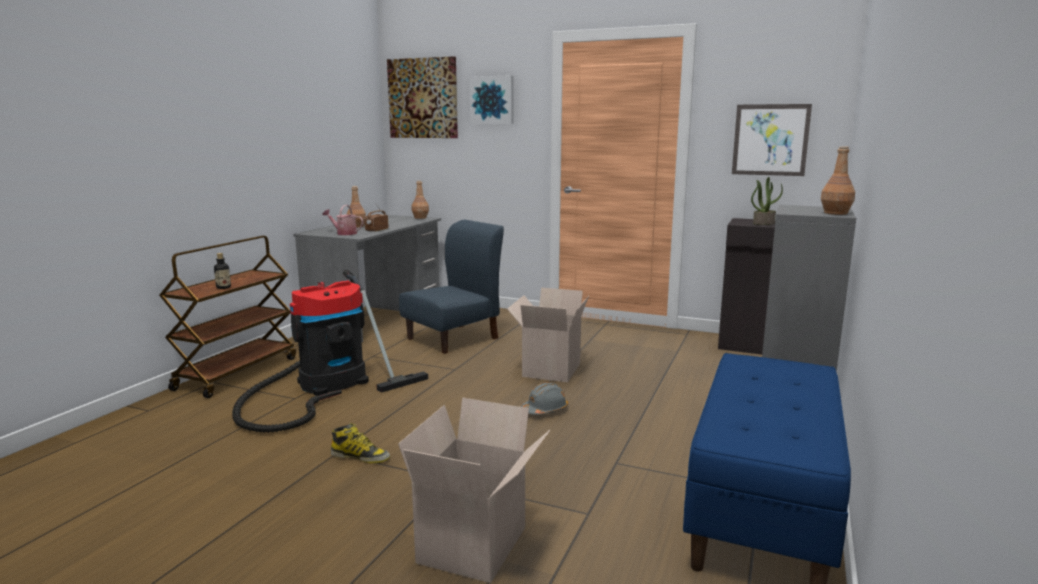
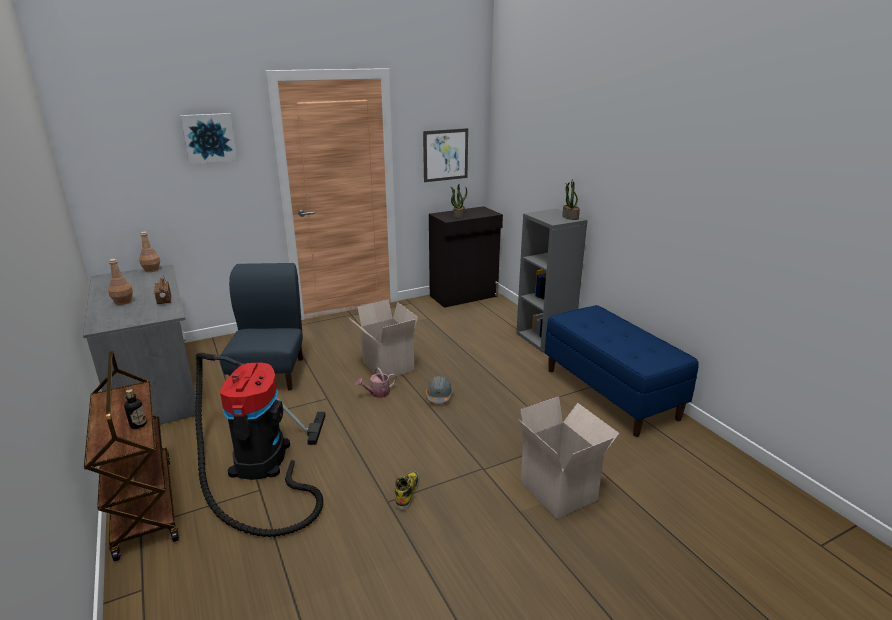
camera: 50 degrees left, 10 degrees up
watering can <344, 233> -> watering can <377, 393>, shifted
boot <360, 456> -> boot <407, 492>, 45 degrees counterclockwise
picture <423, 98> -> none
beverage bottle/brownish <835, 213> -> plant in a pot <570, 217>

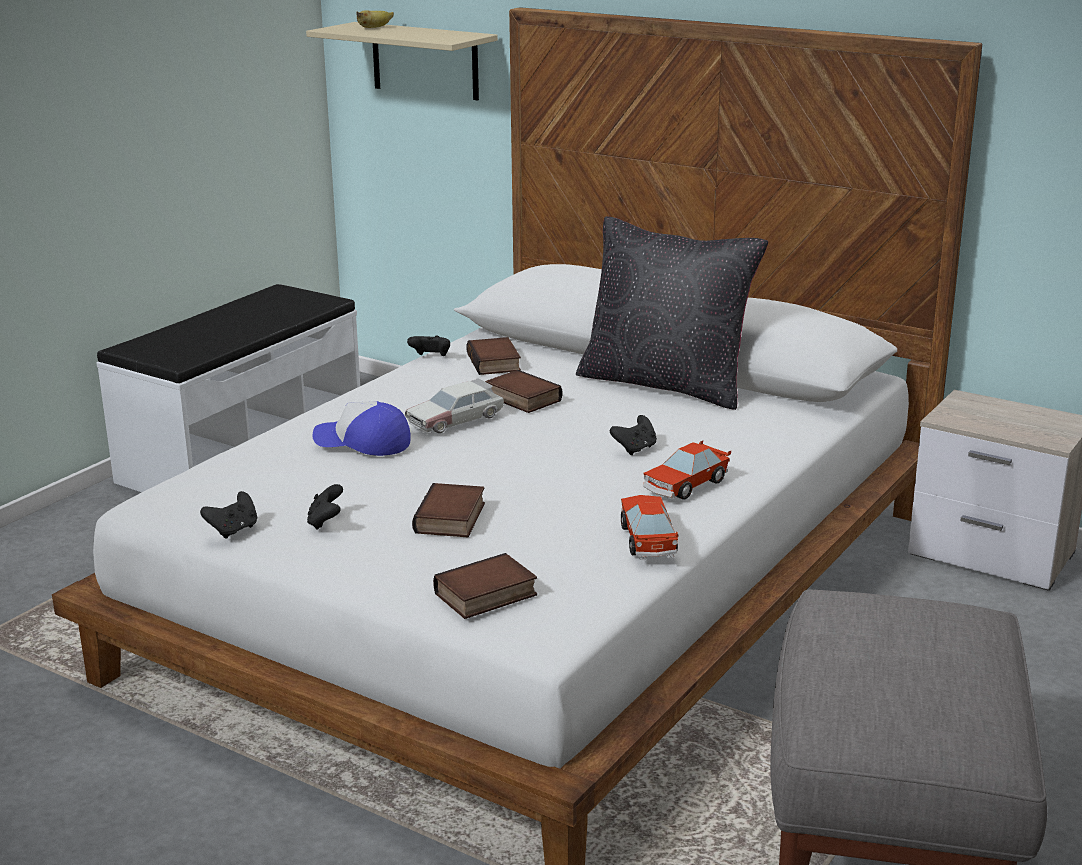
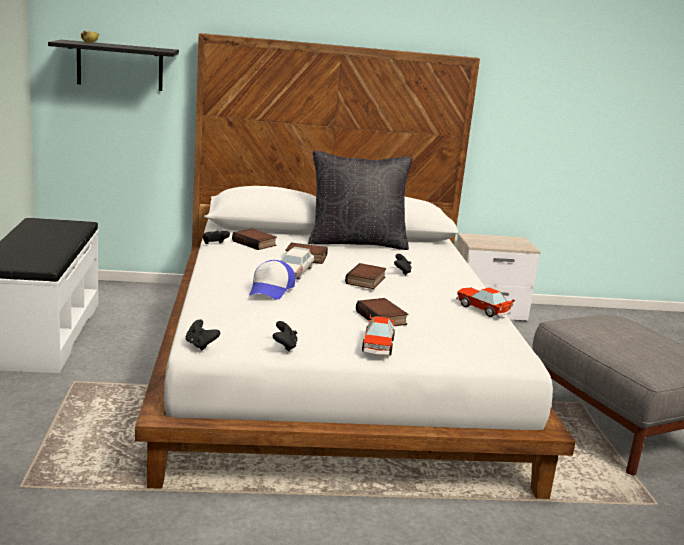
camera: 40 degrees left, 5 degrees down
bracket shelf/beige <425, 61> -> bracket shelf/black <120, 66>
joypad/black <326, 522> -> joypad/black <200, 345>, shifted
peaked cap <363, 442> -> peaked cap <271, 289>, 60 degrees counterclockwise
book <486, 596> -> book <366, 281>, shifted
miniature car <685, 485> -> miniature car <378, 346>, shifted

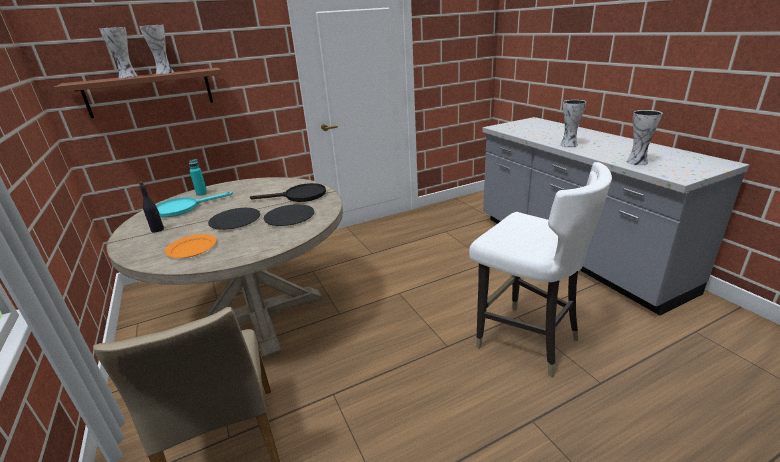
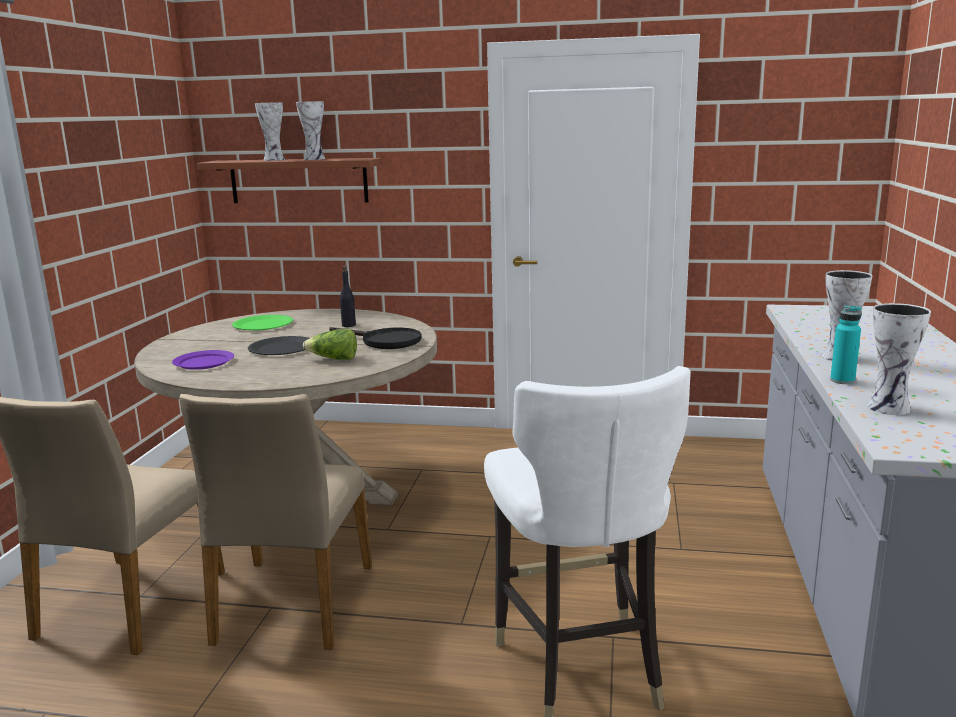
camera: 35 degrees right, 10 degrees down
beverage bottle/black <157, 229> -> beverage bottle/black <349, 325>, shifted
skillet/turquoise <183, 208> -> dinner plate/green-coloured <262, 325>
dinner plate/orangey <191, 248> -> dinner plate/purple-coloured <203, 362>
beverage bottle/turquoise <202, 194> -> beverage bottle/turquoise <842, 381>, shifted
dinner plate/black <289, 216> -> lettuce <333, 359>
none -> chair/beige <292, 603>

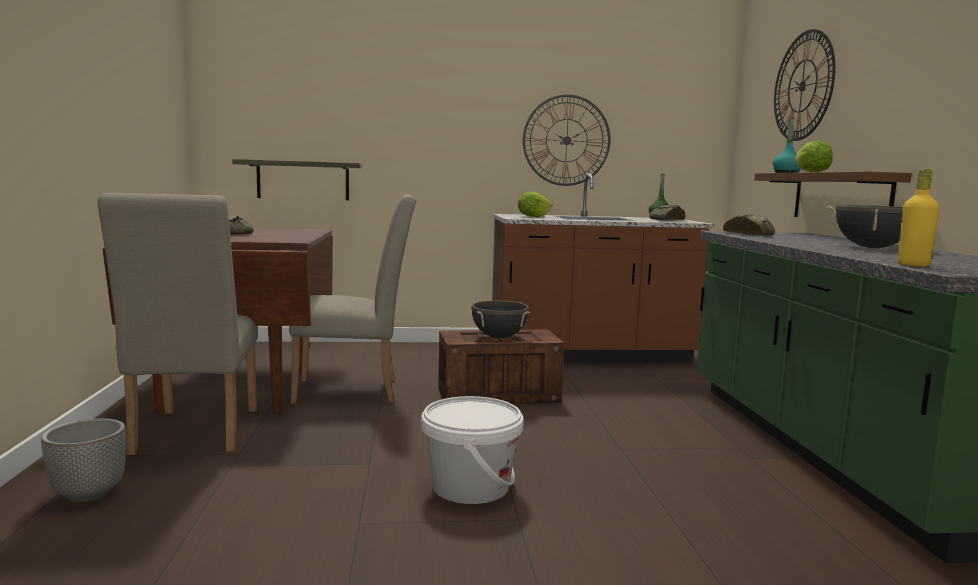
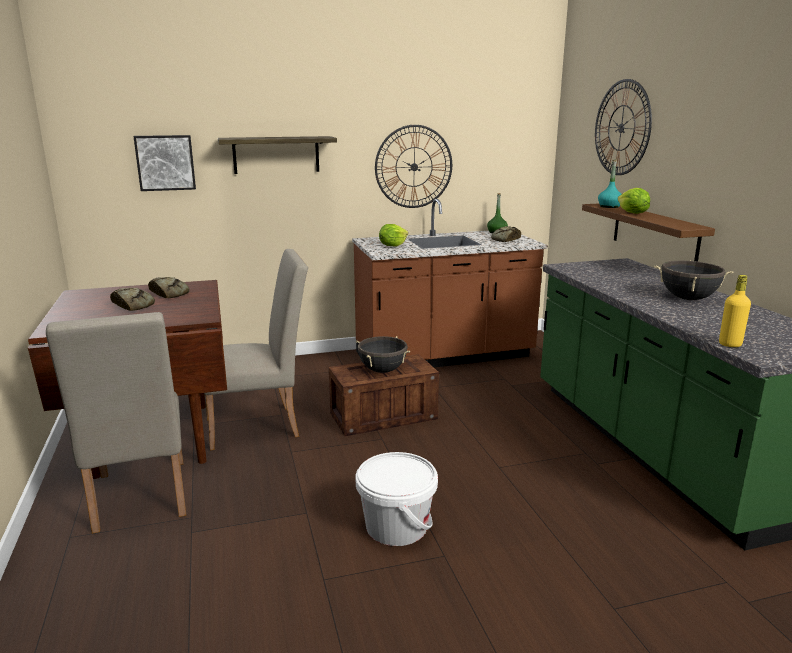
camera: 10 degrees left, 10 degrees up
planter <89, 494> -> none
bracket shelf <303, 180> -> bracket shelf <276, 154>, shifted
baked bread <750, 234> -> baked bread <169, 293>, shifted
none -> picture <165, 162>

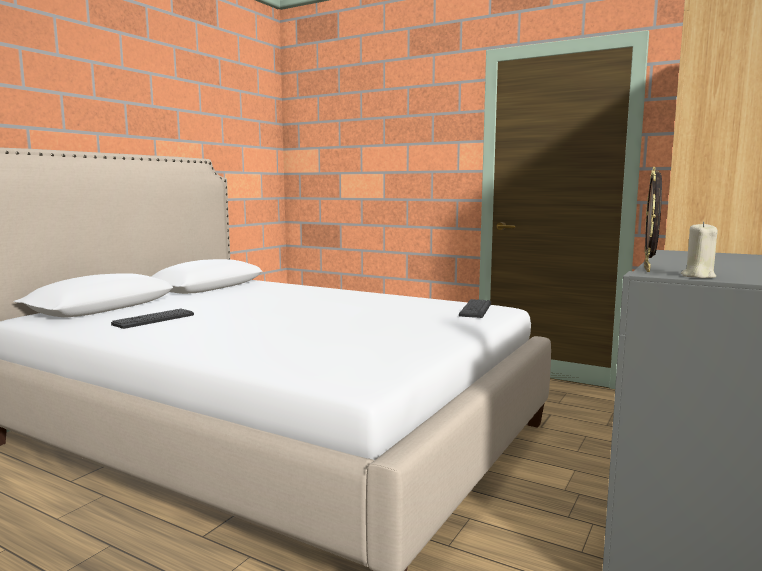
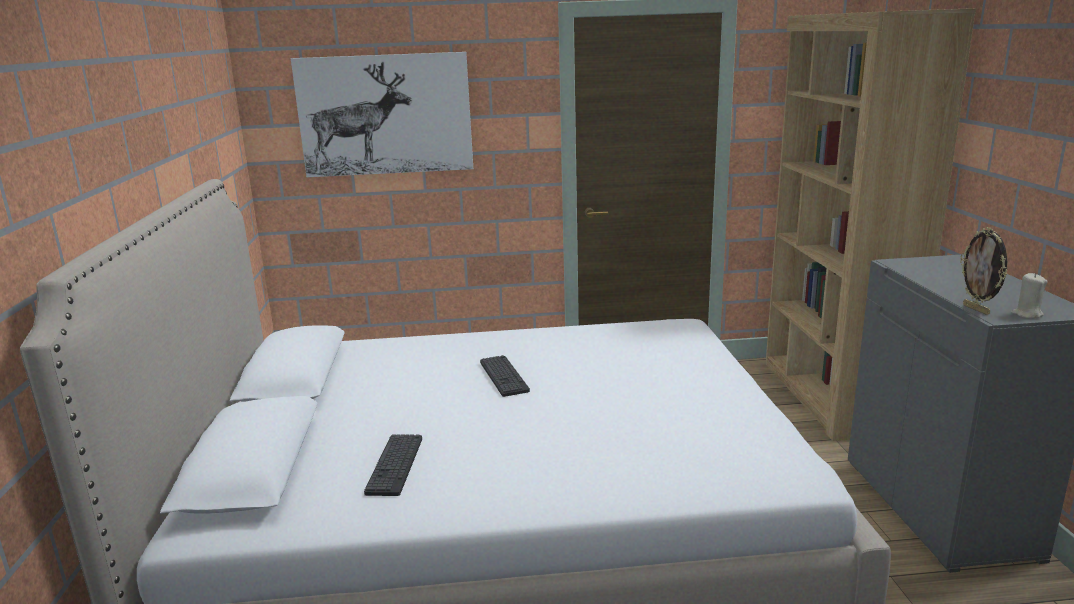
camera: 35 degrees left, 10 degrees up
computer keyboard <475, 309> -> computer keyboard <503, 376>, shifted
none -> picture <385, 115>

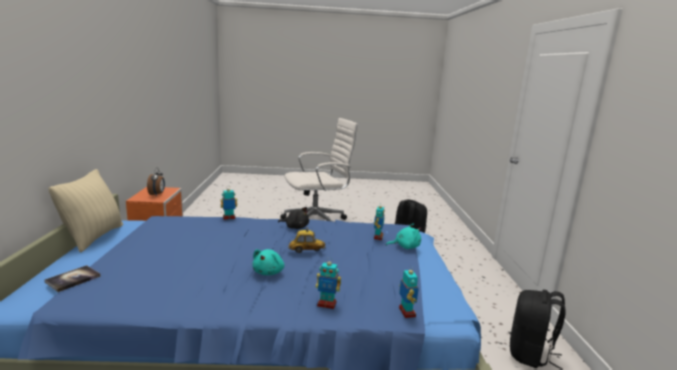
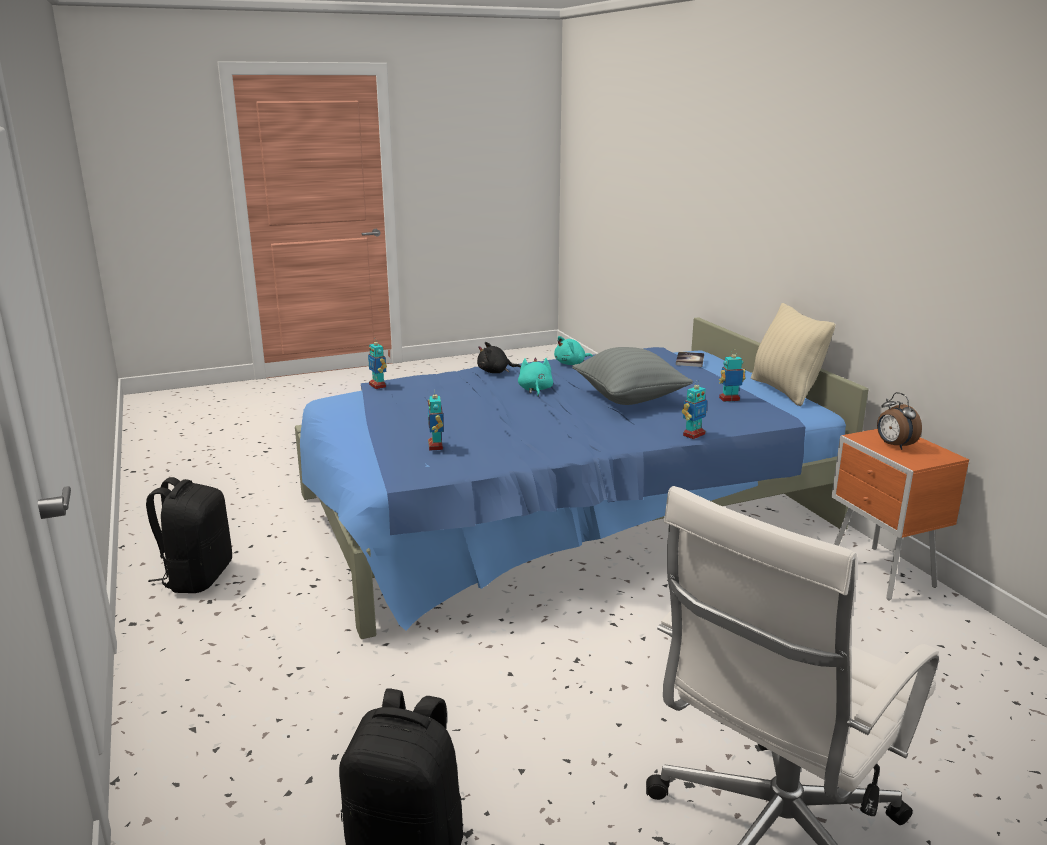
camera: 160 degrees right, 5 degrees up
cuddly toy/black <295, 227> -> cuddly toy/black <495, 372>, shifted
miniature car <306, 250> -> none
robot figure <327, 304> -> robot figure <729, 399>, shifted
cuddly toy/turquoise <405, 247> -> cuddly toy/turquoise <571, 364>, shifted
none -> throw pillow/grey <629, 398>

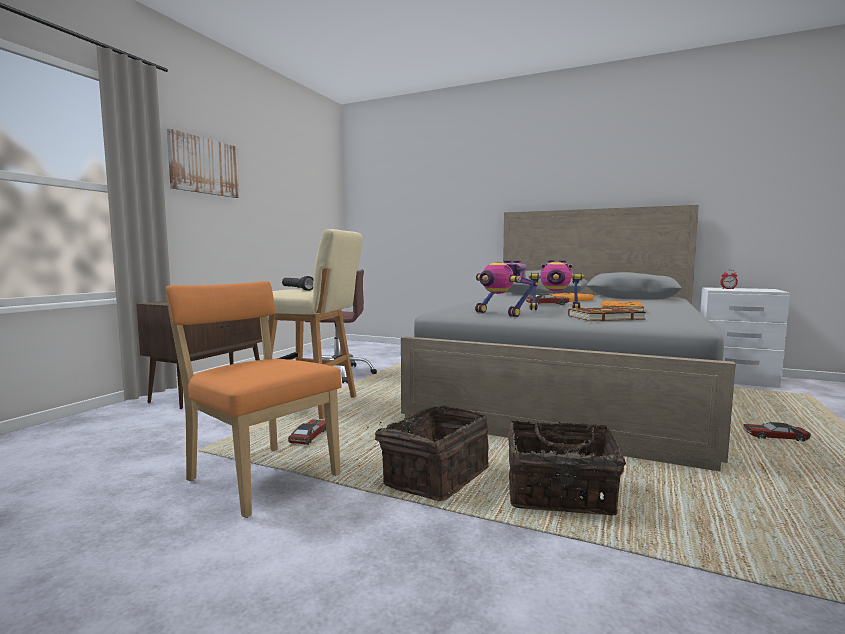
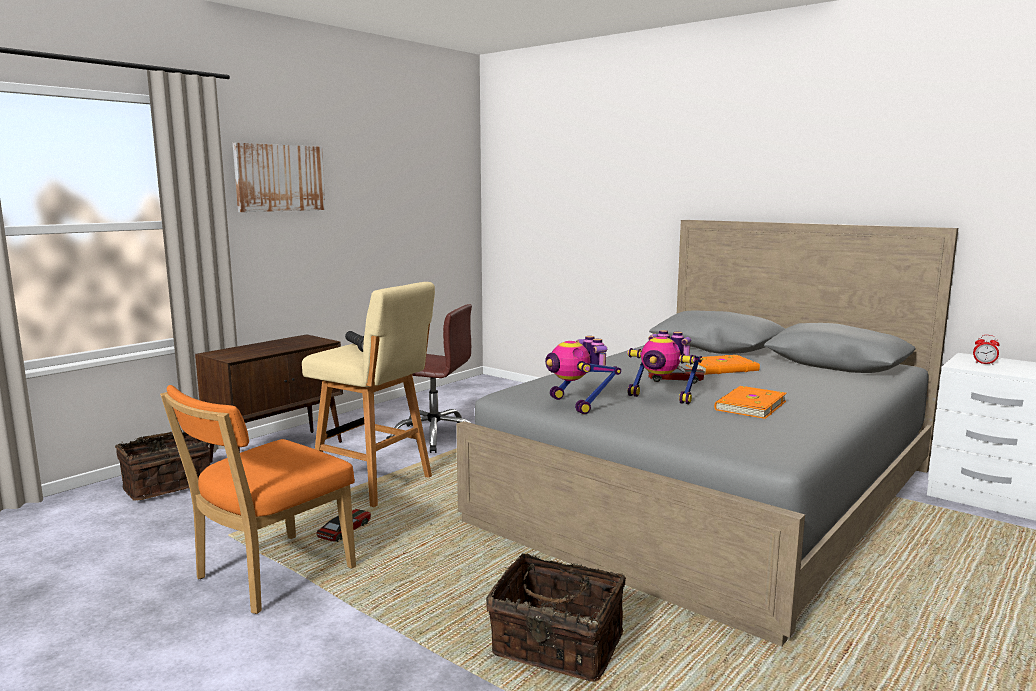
camera: 15 degrees right, 5 degrees up
chair/orangey <259, 476> -> chair/orangey <269, 576>, 105 degrees counterclockwise
household basket <433, 477> -> household basket <166, 485>, shifted
book/brownish <604, 318> -> none
miniature car <774, 437> -> none

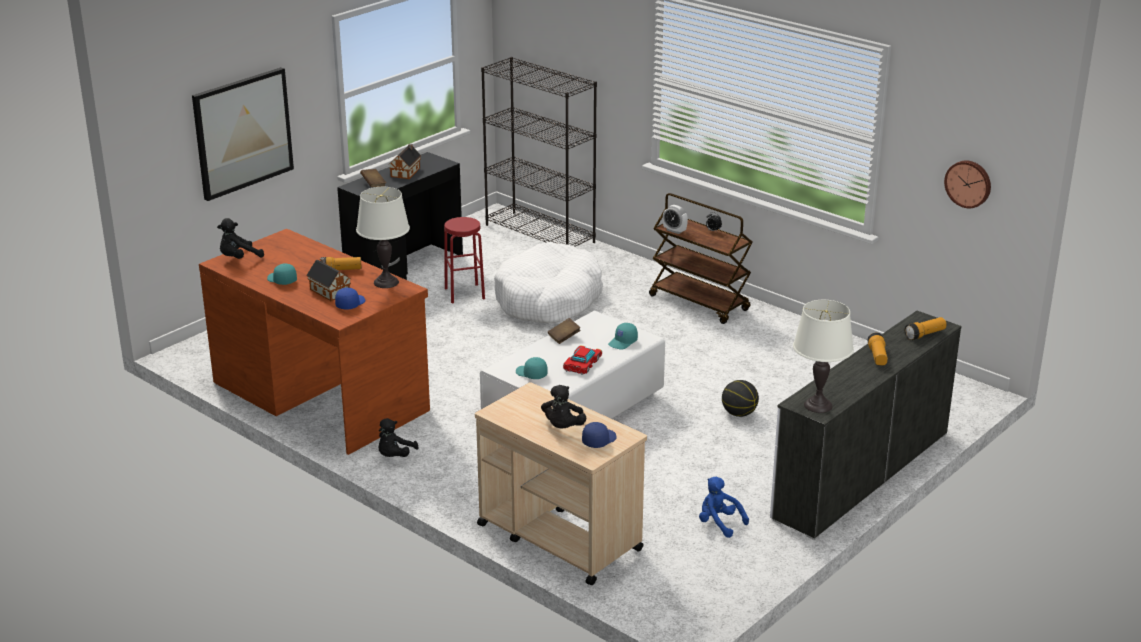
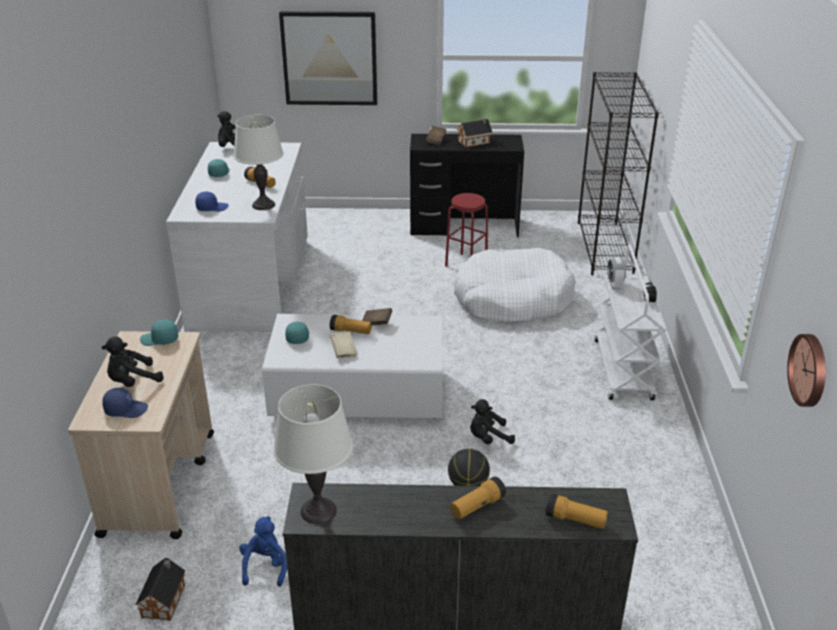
camera: 50 degrees right, 5 degrees up
desk table/brownish <321, 395> -> desk table/white <251, 282>
toy house <329, 291> -> toy house <165, 599>, shifted
cuddly toy/black <394, 456> -> cuddly toy/black <488, 438>, shifted
miniature car <582, 364> -> book/beige <343, 351>
peaked cap/turquoise <623, 342> -> peaked cap/turquoise <159, 339>, shifted
cart/brownish <700, 303> -> cart/white <623, 370>
none -> torch <351, 331>

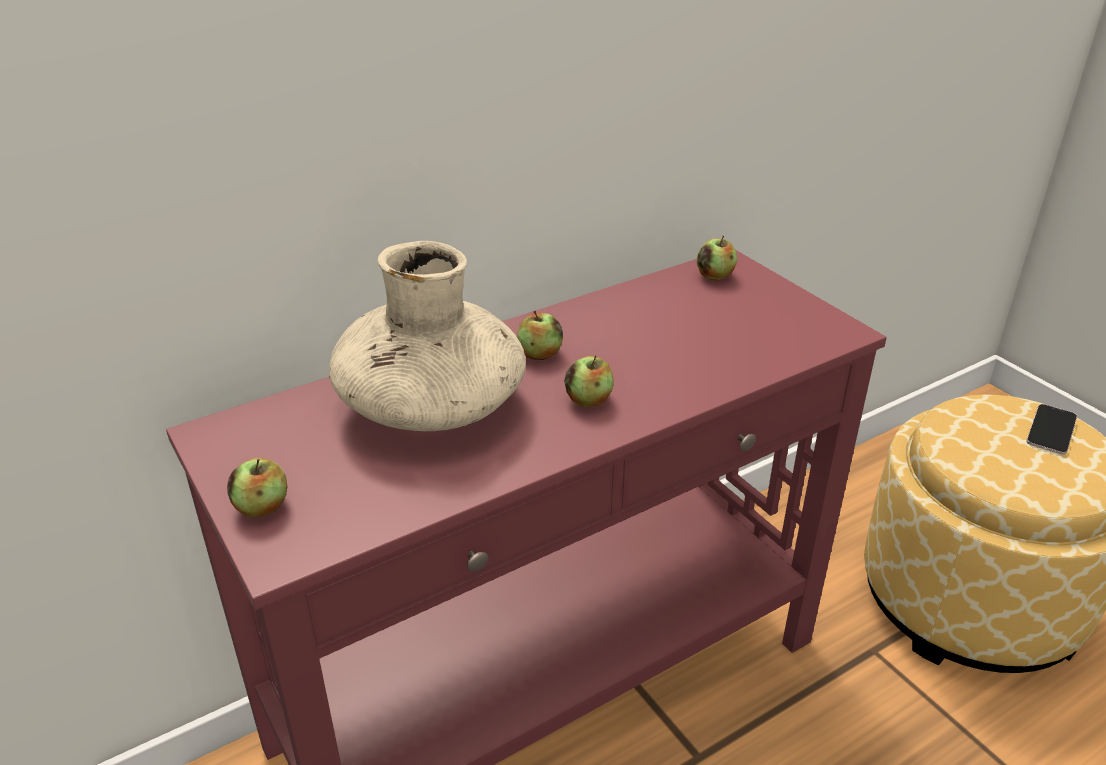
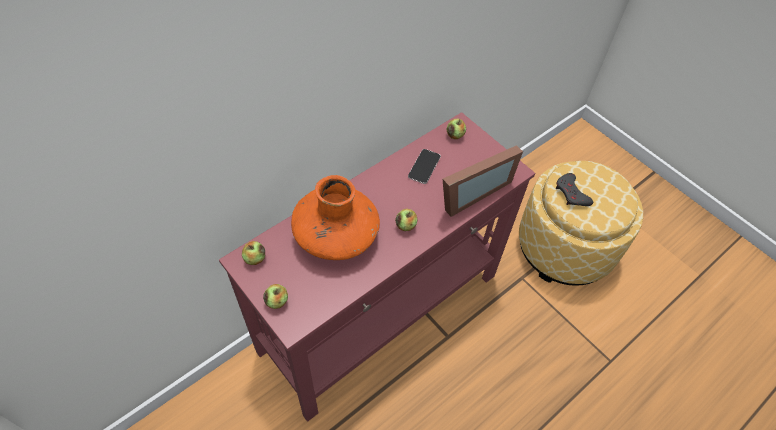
camera: 10 degrees left, 20 degrees up
vase/beige <432, 405> -> vase/orangey <336, 235>
apple fruit <539, 354> -> apple fruit <255, 258>, shifted
phone <1051, 430> -> phone <424, 166>, shifted
none -> standing frame <470, 192>
none -> joypad/grey <571, 193>

